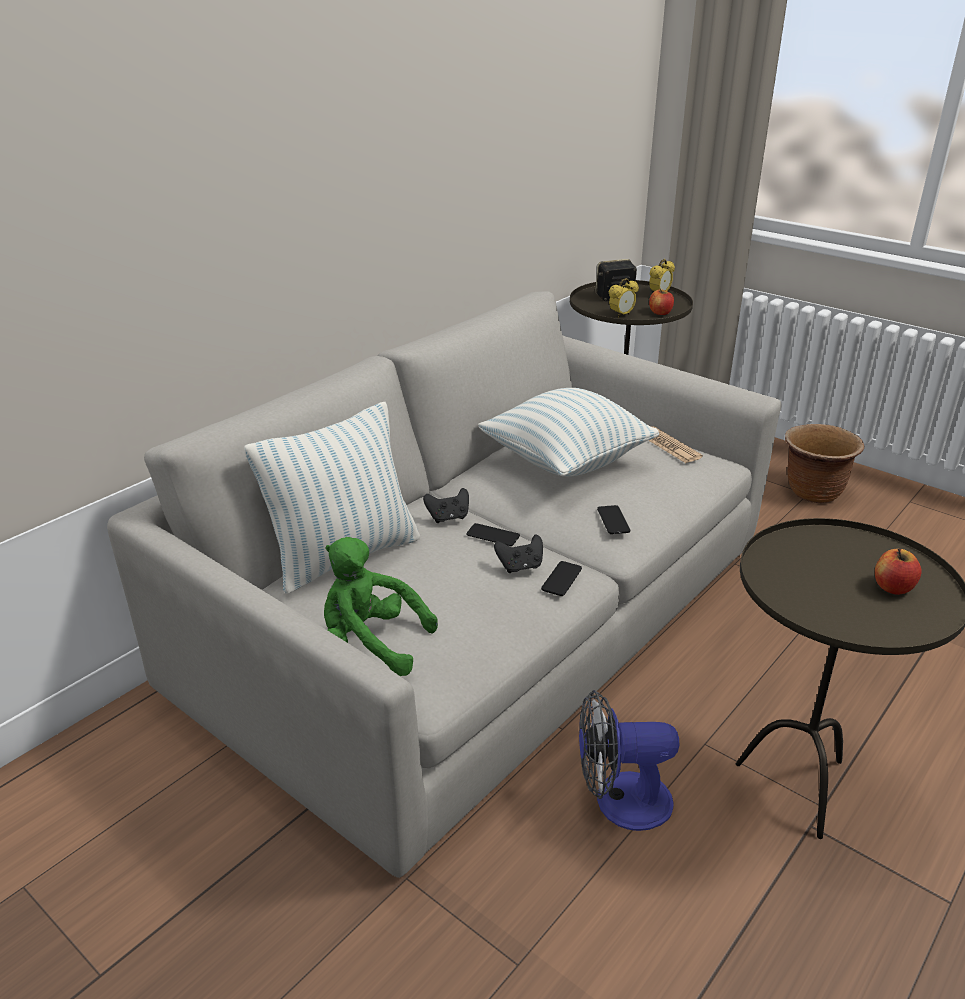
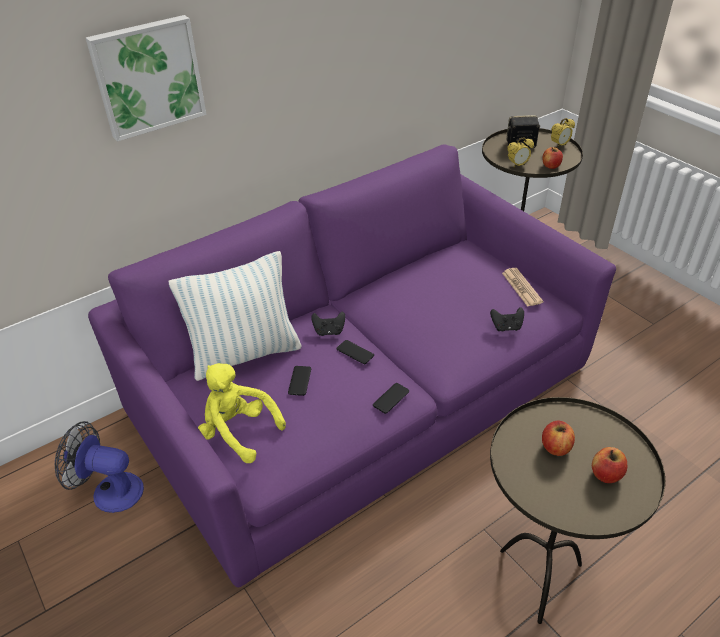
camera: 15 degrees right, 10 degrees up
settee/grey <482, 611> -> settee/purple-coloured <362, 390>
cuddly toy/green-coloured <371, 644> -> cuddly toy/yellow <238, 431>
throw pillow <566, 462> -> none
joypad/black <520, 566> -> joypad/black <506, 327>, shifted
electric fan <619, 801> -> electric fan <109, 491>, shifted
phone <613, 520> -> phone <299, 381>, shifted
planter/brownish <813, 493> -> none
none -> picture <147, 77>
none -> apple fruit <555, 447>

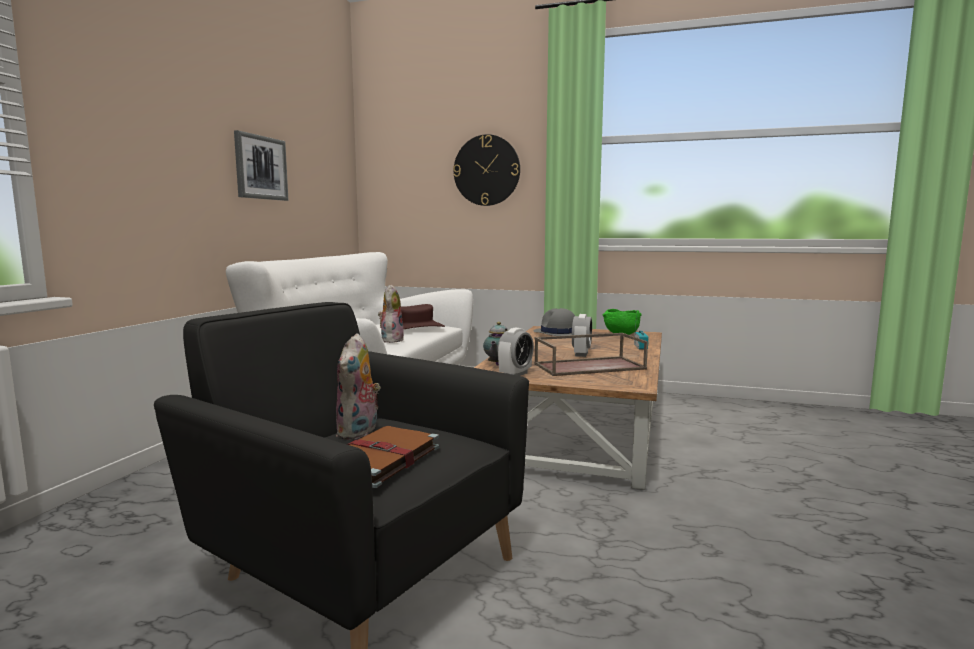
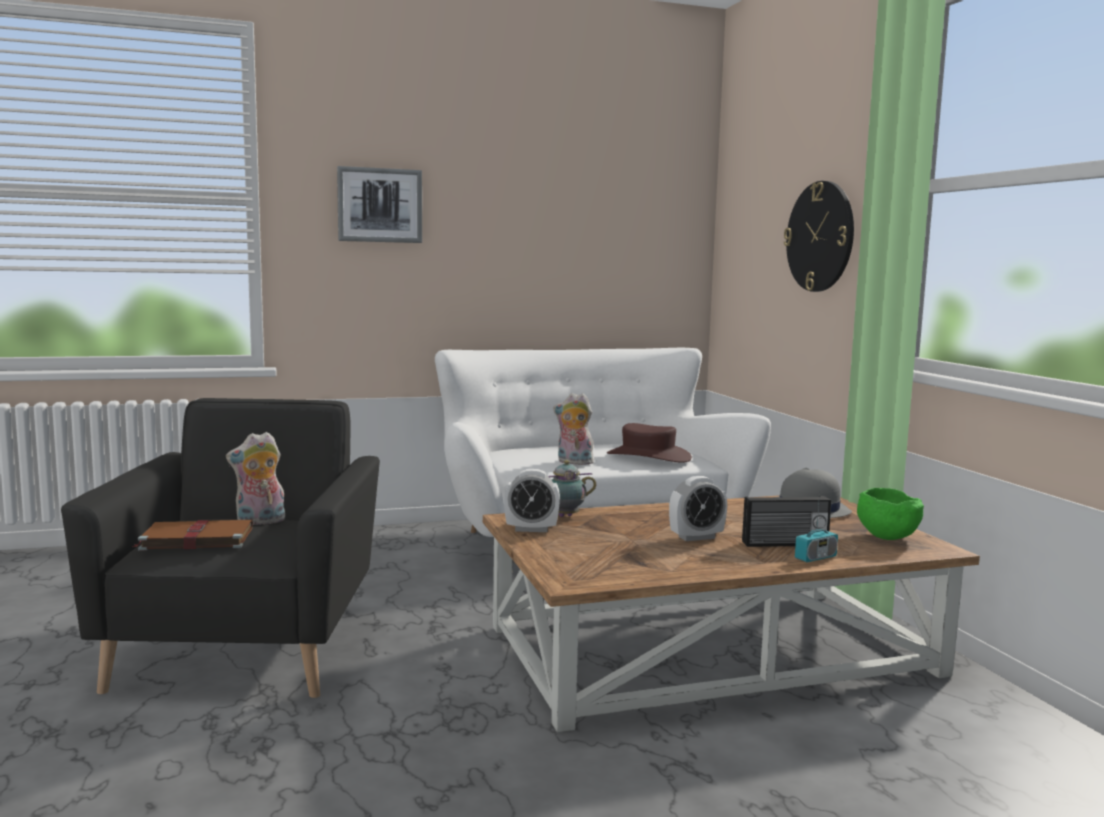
camera: 55 degrees right, 0 degrees up
picture <260, 167> -> picture <380, 205>, shifted
cuddly toy <391, 340> -> cuddly toy <573, 462>, 135 degrees counterclockwise
serving tray/brownish <590, 366> -> none
none -> radio receiver <785, 544>

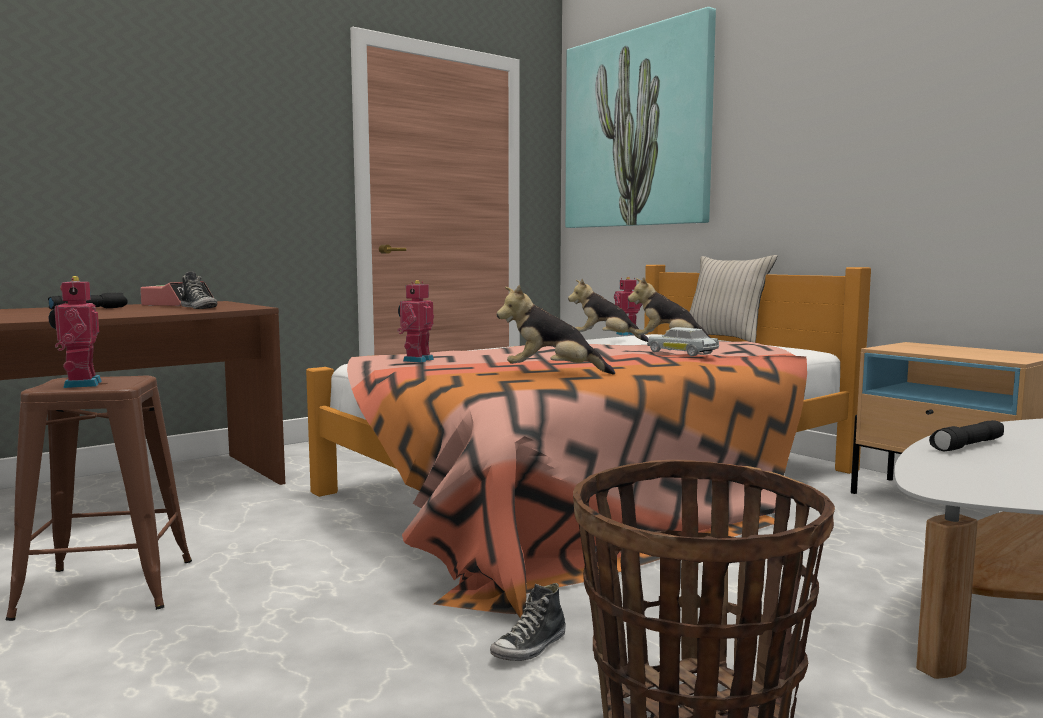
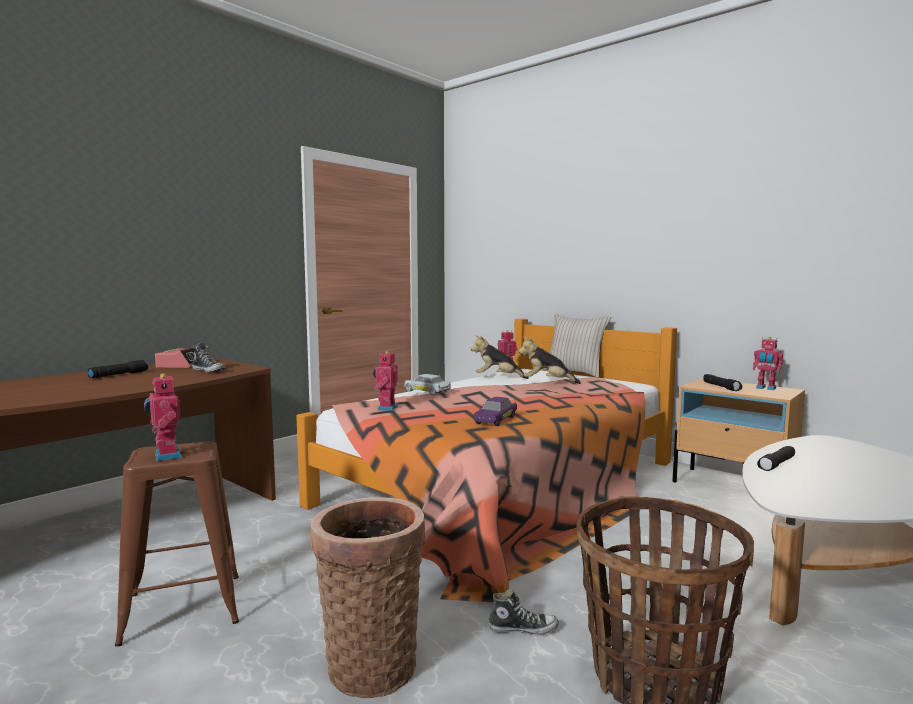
camera: 10 degrees left, 0 degrees up
item of footwear <530, 647> -> item of footwear <523, 629>, 120 degrees counterclockwise
cuddly toy <552, 374> -> miniature car/purple-coloured <495, 420>
picture <637, 130> -> none
miniature car/white <682, 353> -> miniature car/white <427, 392>, shifted
none -> household basket <371, 663>
none -> torch/black <721, 387>
none -> robot figure <765, 388>

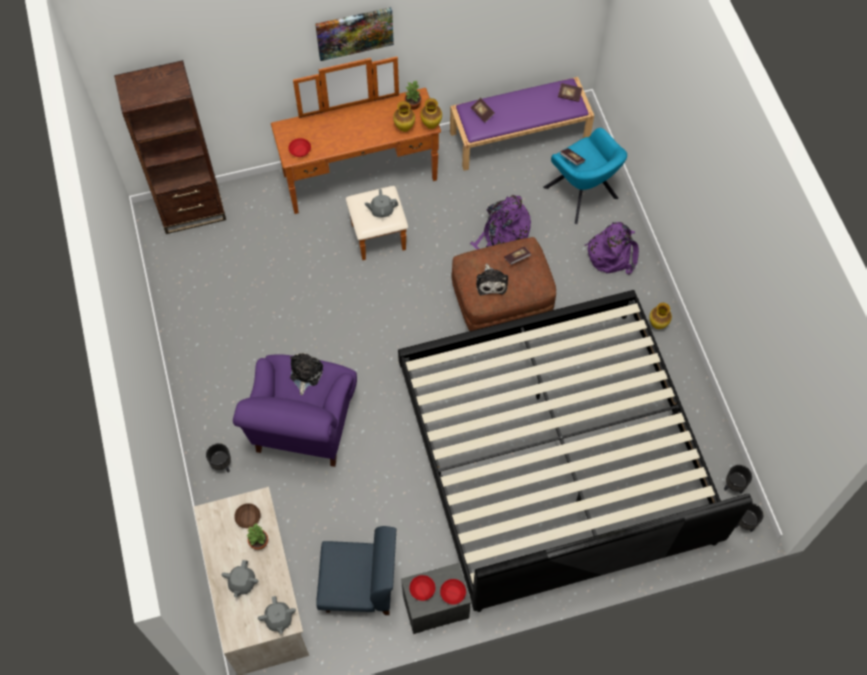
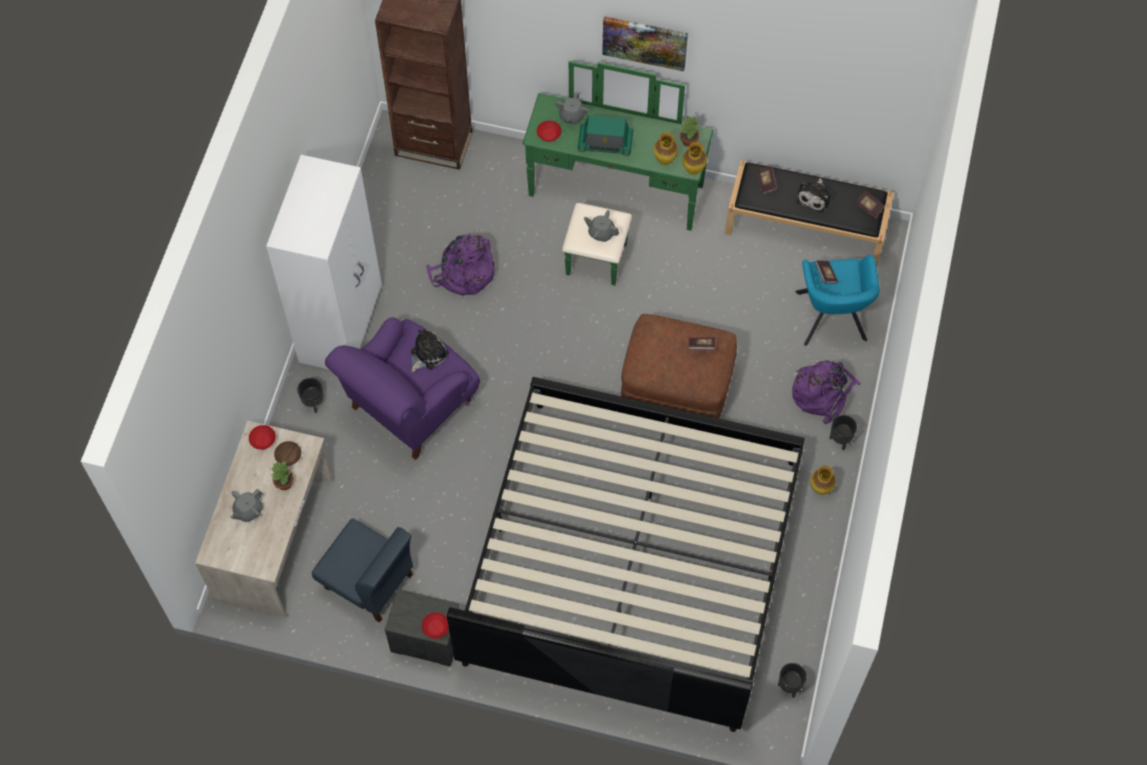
camera: 30 degrees right, 0 degrees up
teapot/grey <278, 619> -> teapot/grey <571, 116>, shifted
drawer chest/brownish <365, 190> -> drawer chest/green-coloured <612, 206>
bowl/red <422, 589> -> bowl/red <263, 439>, shifted
indoor bench/purple-coloured <520, 135> -> indoor bench/black <807, 226>
knapsack/purple-coloured <502, 235> -> knapsack/purple-coloured <463, 273>, shifted
cuddly toy <491, 282> -> cuddly toy <814, 197>, shifted
planter/black <744, 524> -> planter/black <840, 441>, shifted
none -> armoire/white <342, 324>
none -> radio receiver <605, 143>

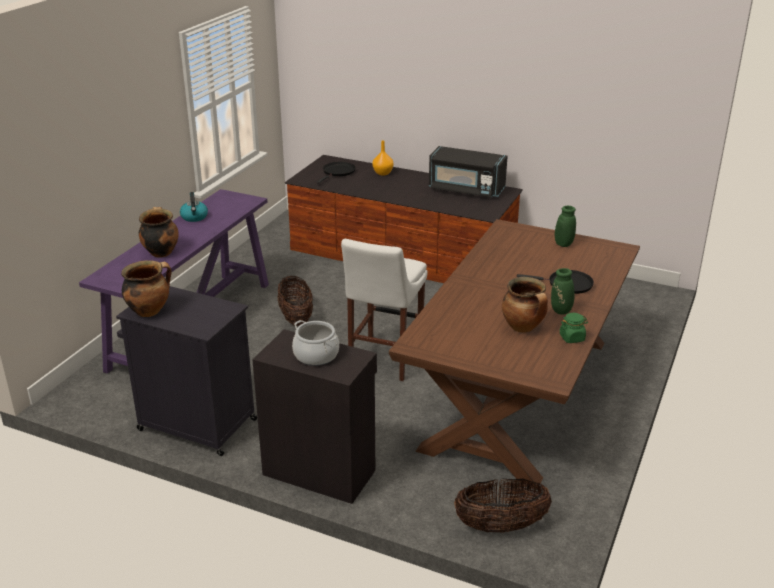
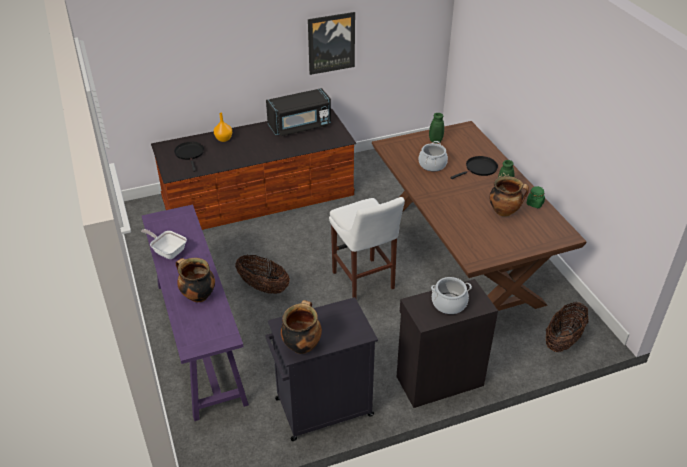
camera: 45 degrees left, 10 degrees up
kettle <194, 217> -> skillet <167, 251>
none -> picture <331, 43>
none -> stockpot <432, 165>

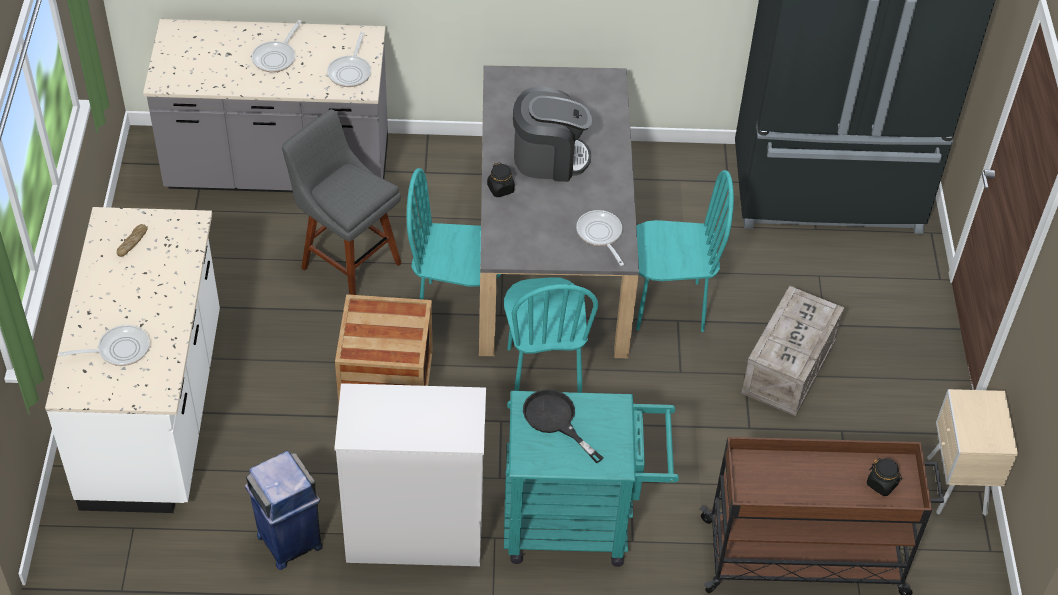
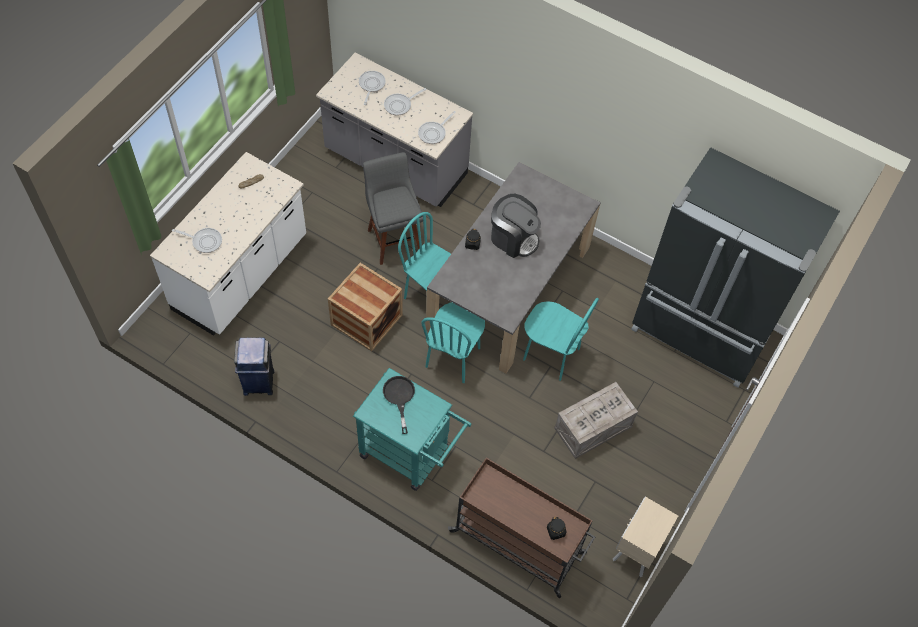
camera: 30 degrees right, 10 degrees up
drawer chest/white <413, 533> -> none
skillet <600, 235> -> skillet <371, 85>, shifted

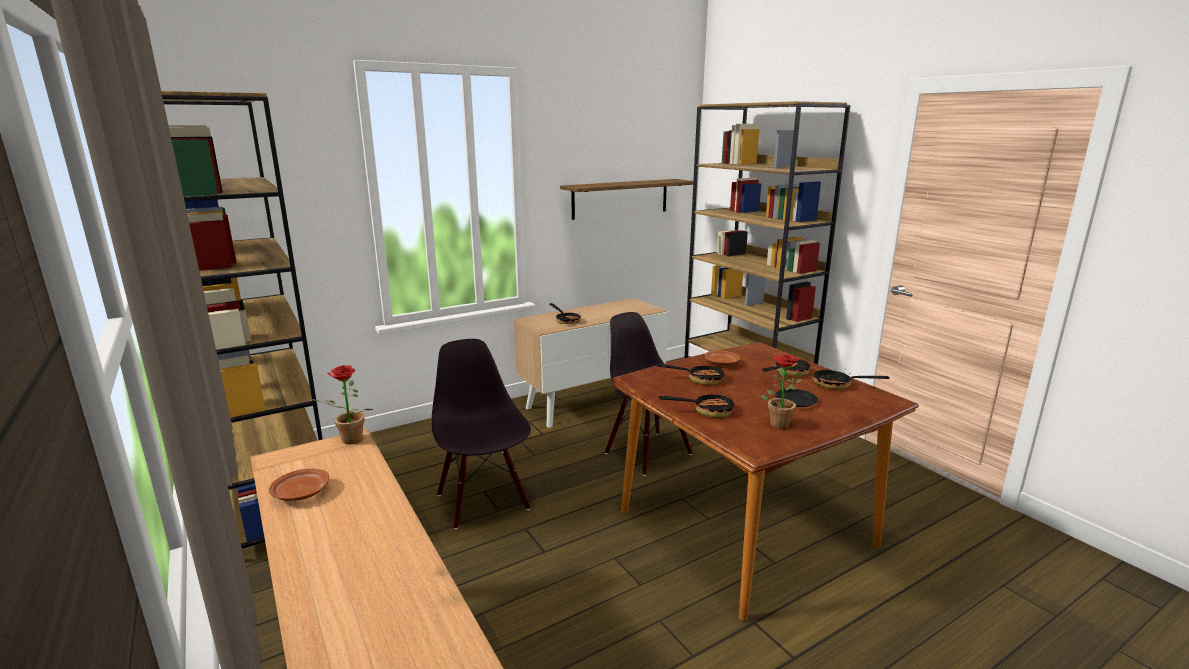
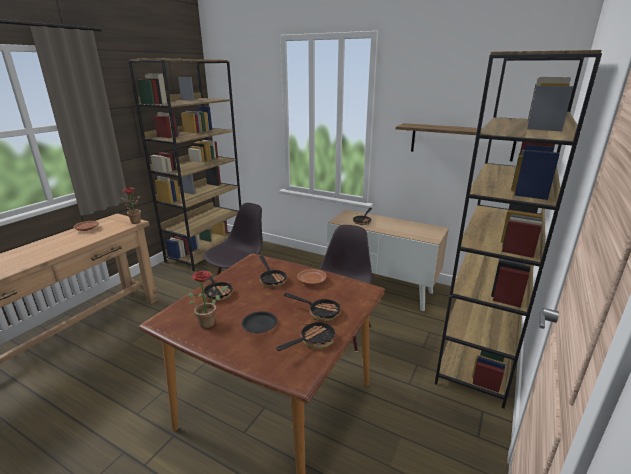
camera: 60 degrees right, 5 degrees up
skillet <838, 385> -> skillet <313, 341>, 60 degrees clockwise

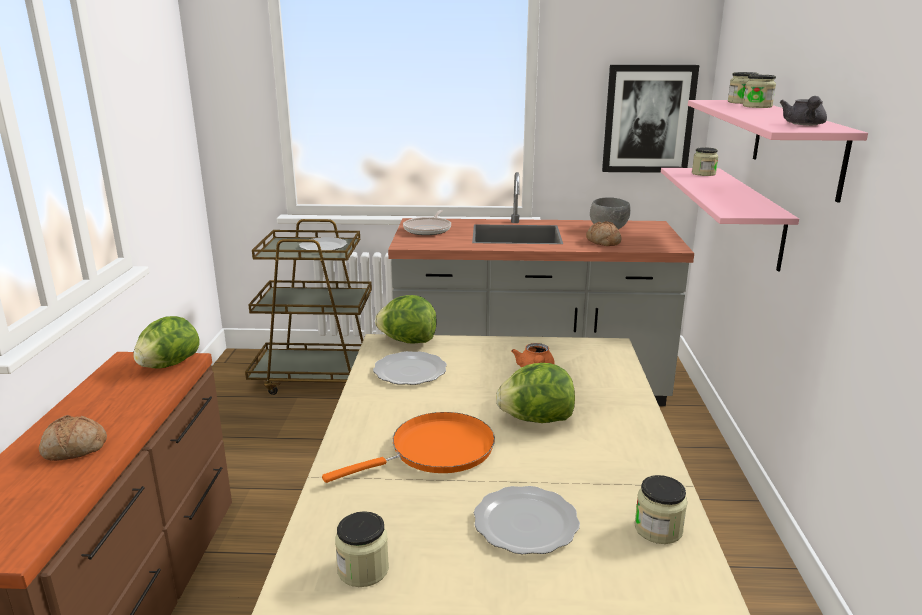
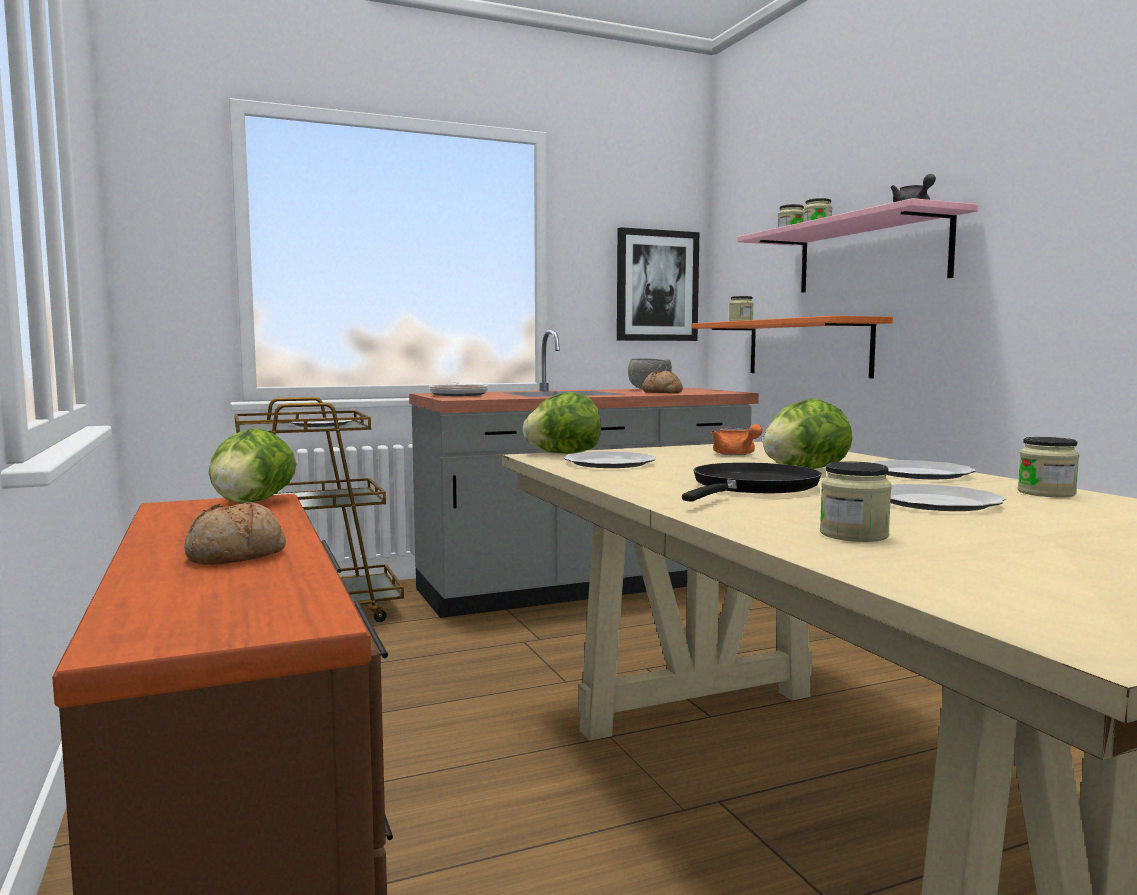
camera: 25 degrees left, 15 degrees down
skillet/orangey <435, 451> -> skillet/black <752, 487>
bracket shelf/pink-coloured <749, 216> -> bracket shelf/orangey <807, 348>
none -> dinner plate <917, 474>

